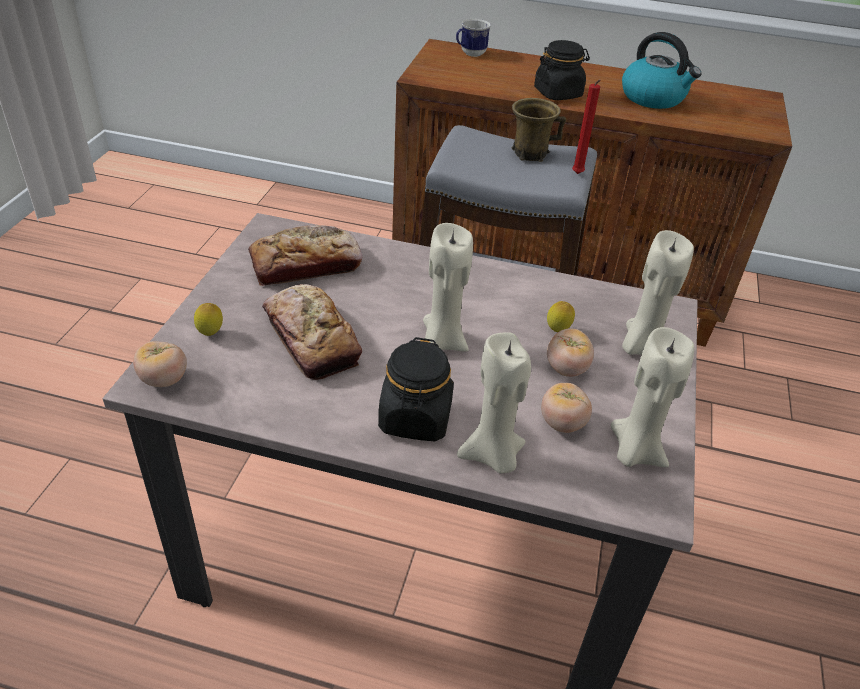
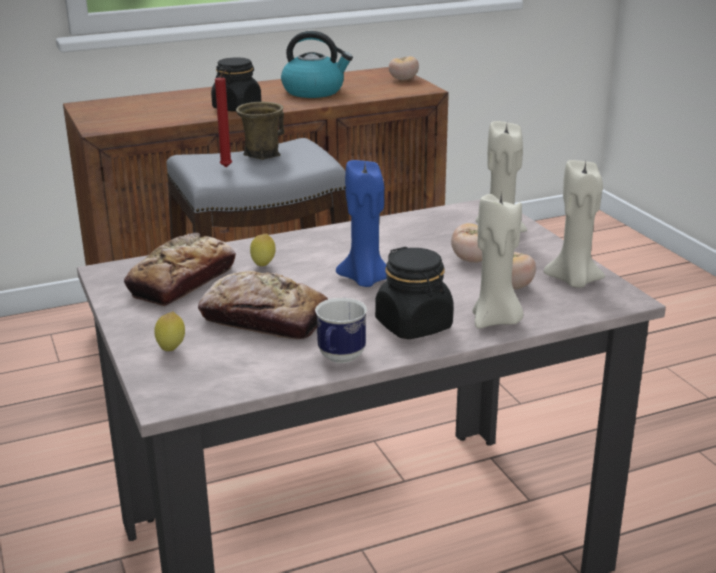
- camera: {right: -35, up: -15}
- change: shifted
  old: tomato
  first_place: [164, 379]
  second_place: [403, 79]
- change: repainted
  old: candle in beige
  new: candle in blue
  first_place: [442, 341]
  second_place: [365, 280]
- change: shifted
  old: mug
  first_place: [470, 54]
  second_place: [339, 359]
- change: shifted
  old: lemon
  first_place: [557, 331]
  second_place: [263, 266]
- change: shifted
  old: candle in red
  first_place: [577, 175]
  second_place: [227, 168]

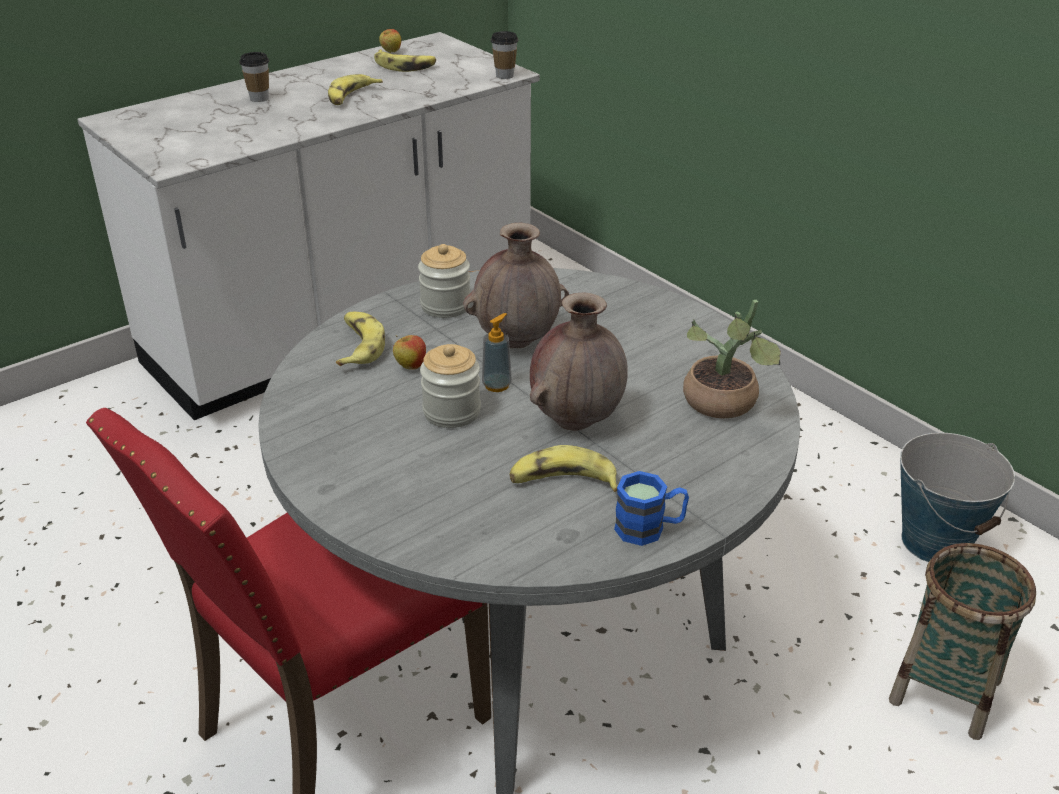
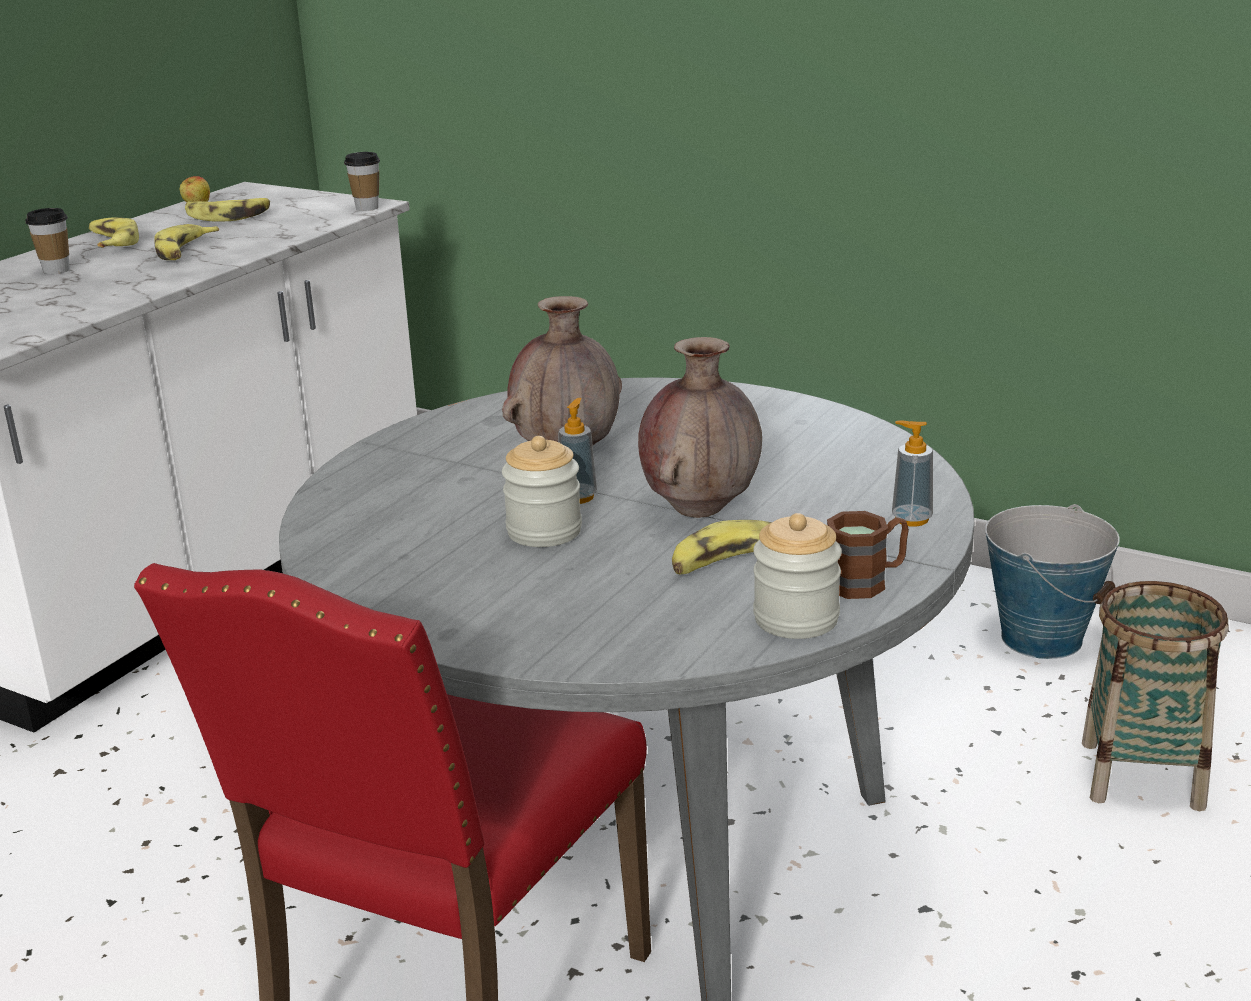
- camera: {right: -20, up: -10}
- change: shifted
  old: banana
  first_place: [358, 346]
  second_place: [111, 243]
- change: gone
  old: apple
  first_place: [410, 366]
- change: shifted
  old: jar
  first_place: [445, 306]
  second_place: [796, 619]
- change: repainted
  old: mug in blue
  new: mug in brown
  first_place: [649, 528]
  second_place: [867, 581]
- change: gone
  old: potted plant
  first_place: [724, 406]
- change: new
  new: soap dispenser
  second_place: [911, 519]

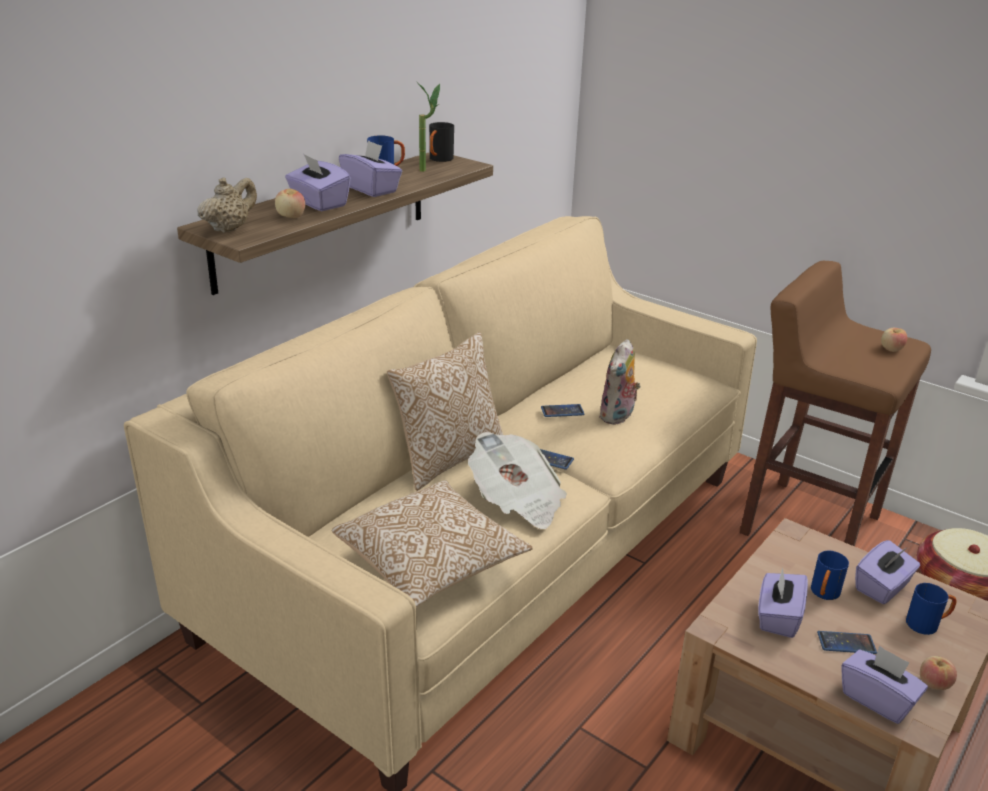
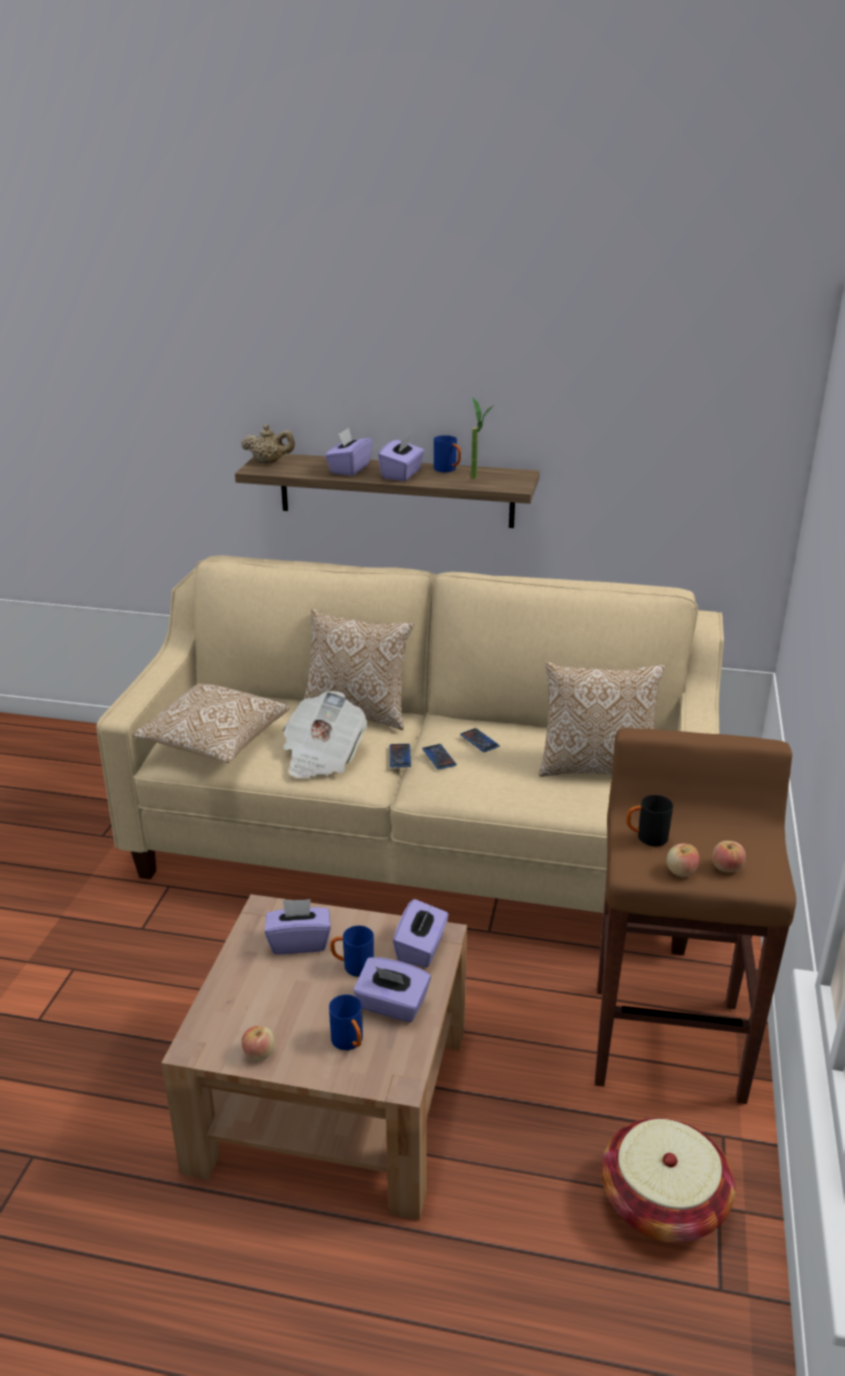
- camera: {right: 65, up: 0}
- change: shifted
  old: apple
  first_place: [291, 217]
  second_place: [681, 872]
- change: shifted
  old: mug in black
  first_place: [439, 160]
  second_place: [646, 838]
- change: gone
  old: plush toy
  first_place: [618, 417]
- change: shifted
  old: phone
  first_place: [846, 643]
  second_place: [439, 757]
- change: shifted
  old: tissue box in purple
  first_place: [877, 699]
  second_place: [421, 948]
- change: new
  new: pillow
  second_place: [597, 767]

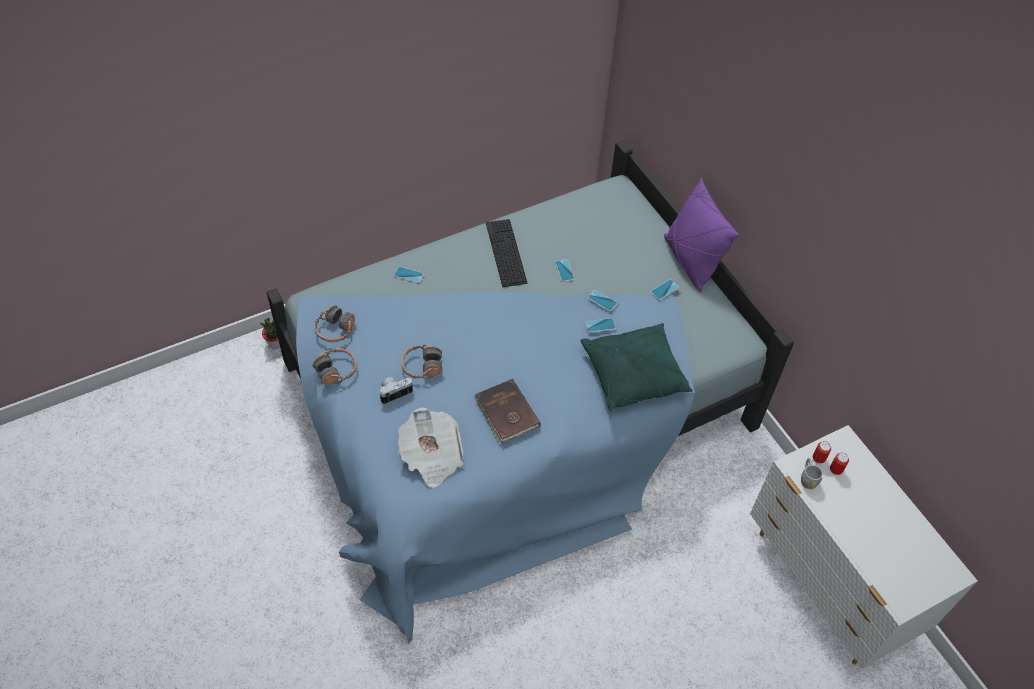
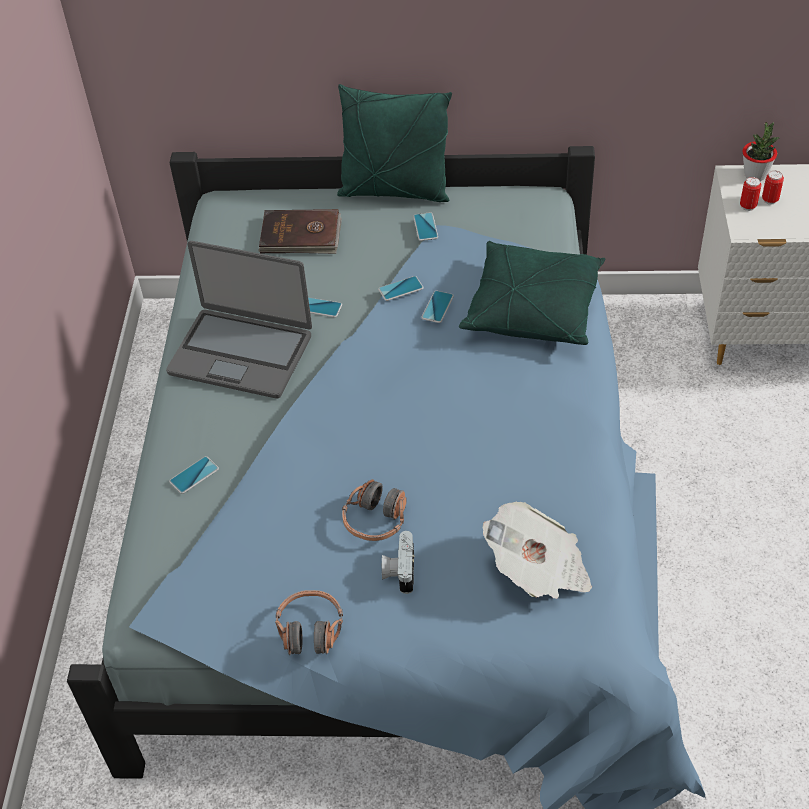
- camera: {right: -55, up: -5}
- change: shifted
  old: potted plant
  first_place: [275, 343]
  second_place: [755, 175]
- change: gone
  old: headphones
  first_place: [335, 330]
- change: shifted
  old: book in brown
  first_place: [506, 413]
  second_place: [301, 236]
- change: swapped
  old: keyboard
  new: laptop
  first_place: [506, 252]
  second_place: [241, 353]
- change: repainted
  old: pillow in purple
  new: pillow in green
  first_place: [690, 261]
  second_place: [395, 191]
- change: gone
  old: mug in grey
  first_place: [807, 478]

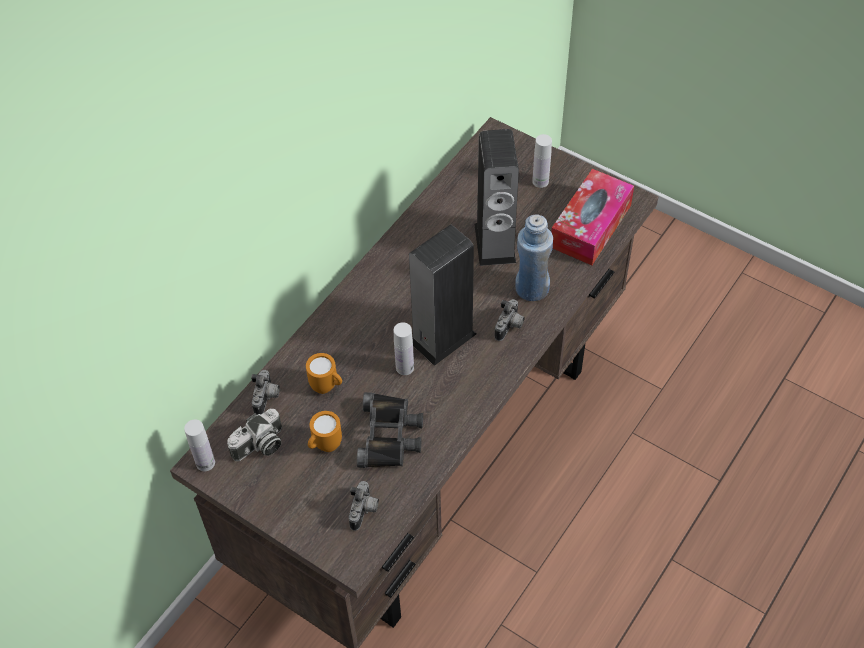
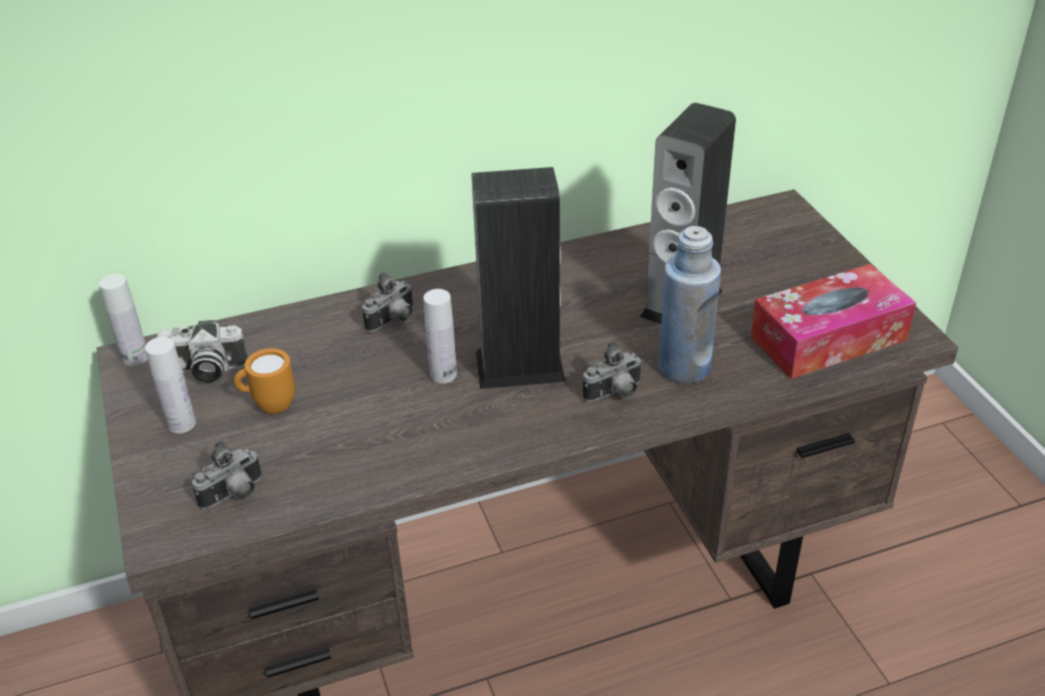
- camera: {right: 35, up: -15}
- change: shifted
  old: photo camera
  first_place: [267, 398]
  second_place: [393, 321]
- change: gone
  old: mug in orange
  first_place: [327, 387]
- change: gone
  old: binoculars in black
  first_place: [390, 435]
- change: shifted
  old: bottle in white
  first_place: [540, 181]
  second_place: [181, 423]

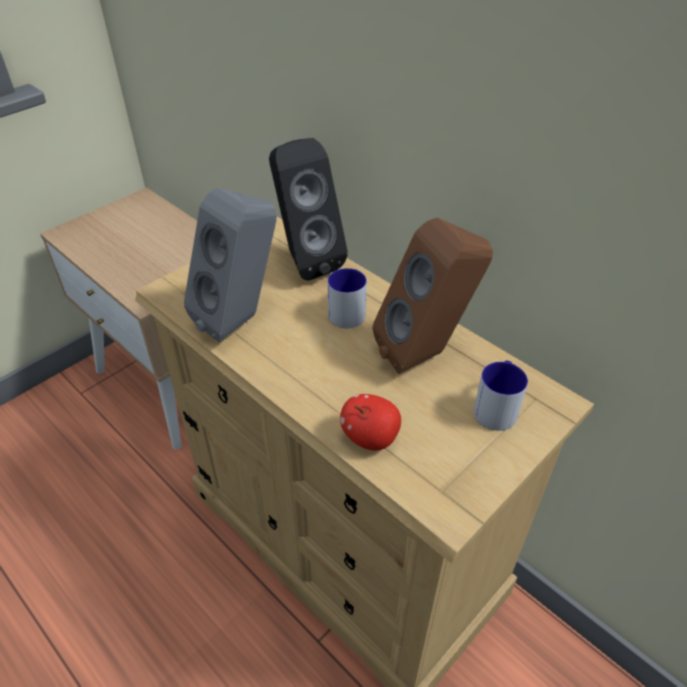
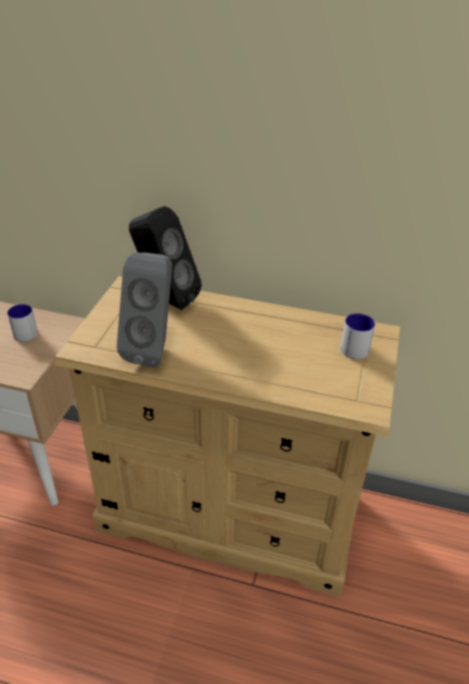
- camera: {right: -30, up: -5}
- change: shifted
  old: mug
  first_place: [349, 311]
  second_place: [25, 331]
- change: gone
  old: apple
  first_place: [370, 437]
- change: gone
  old: speaker in brown
  first_place: [426, 353]

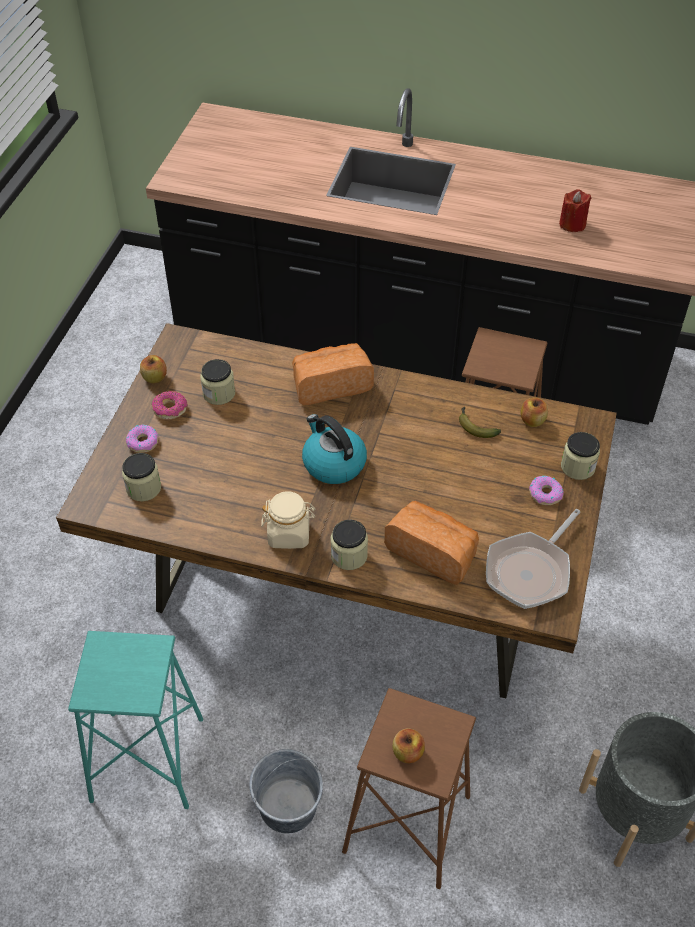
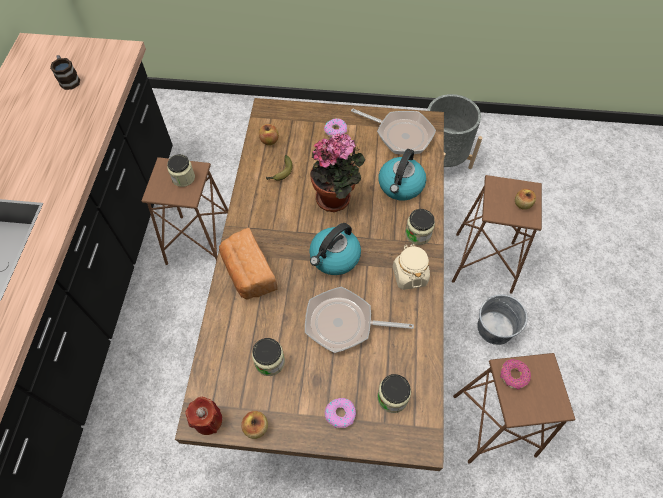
- camera: {right: -100, up: 10}
- change: repainted
  old: stool in turquoise
  new: stool in brown
  first_place: [148, 759]
  second_place: [494, 425]
- change: shifted
  old: donut
  first_place: [170, 409]
  second_place: [513, 376]
- change: swapped
  old: bread
  new: kettle
  first_place: [433, 552]
  second_place: [400, 186]
- change: shifted
  old: candle in red
  first_place: [572, 224]
  second_place: [208, 420]
- change: shifted
  old: jar
  first_place: [577, 467]
  second_place: [183, 178]
- change: new
  new: mug
  second_place: [69, 79]
- change: new
  new: frying pan
  second_place: [344, 323]
- change: new
  new: potted plant
  second_place: [336, 198]

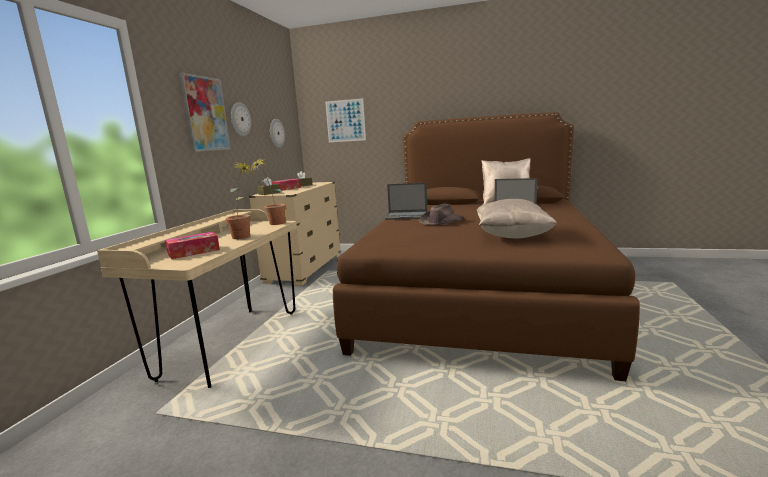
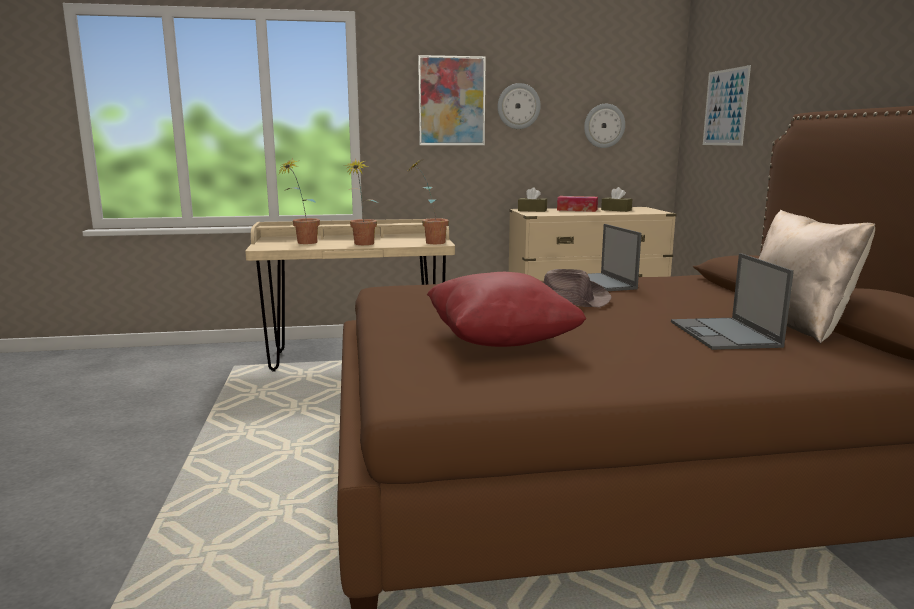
- camera: {right: 65, up: 0}
- change: swapped
  old: tissue box
  new: potted plant
  first_place: [194, 252]
  second_place: [302, 243]
- change: repainted
  old: pillow in beige
  new: pillow in red
  first_place: [512, 236]
  second_place: [501, 341]

